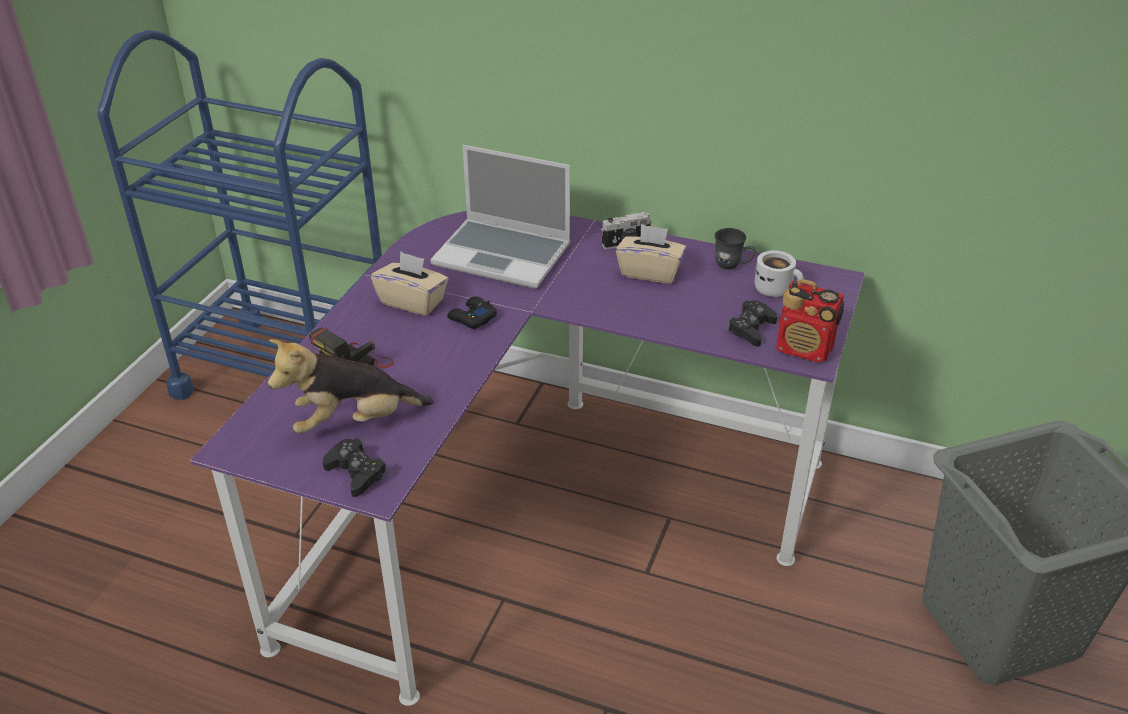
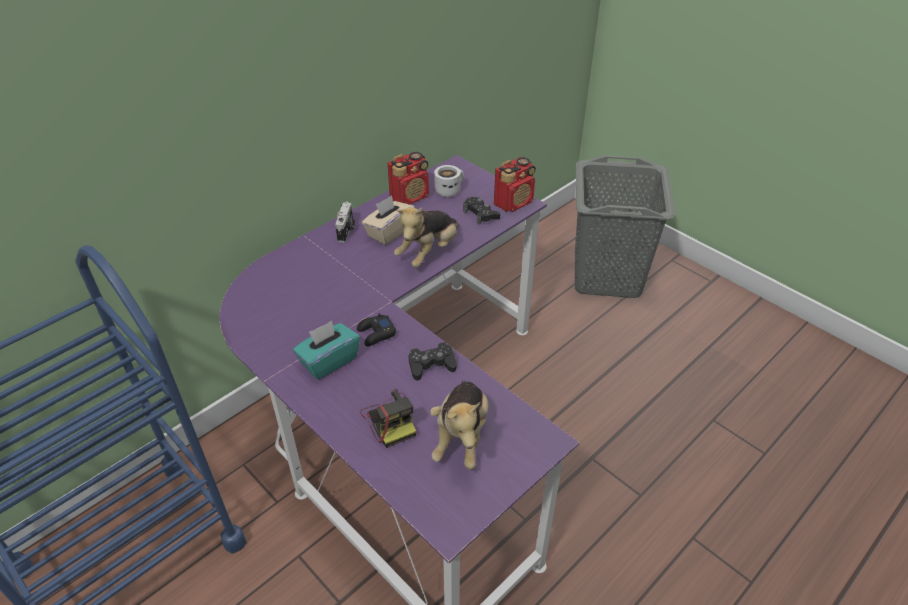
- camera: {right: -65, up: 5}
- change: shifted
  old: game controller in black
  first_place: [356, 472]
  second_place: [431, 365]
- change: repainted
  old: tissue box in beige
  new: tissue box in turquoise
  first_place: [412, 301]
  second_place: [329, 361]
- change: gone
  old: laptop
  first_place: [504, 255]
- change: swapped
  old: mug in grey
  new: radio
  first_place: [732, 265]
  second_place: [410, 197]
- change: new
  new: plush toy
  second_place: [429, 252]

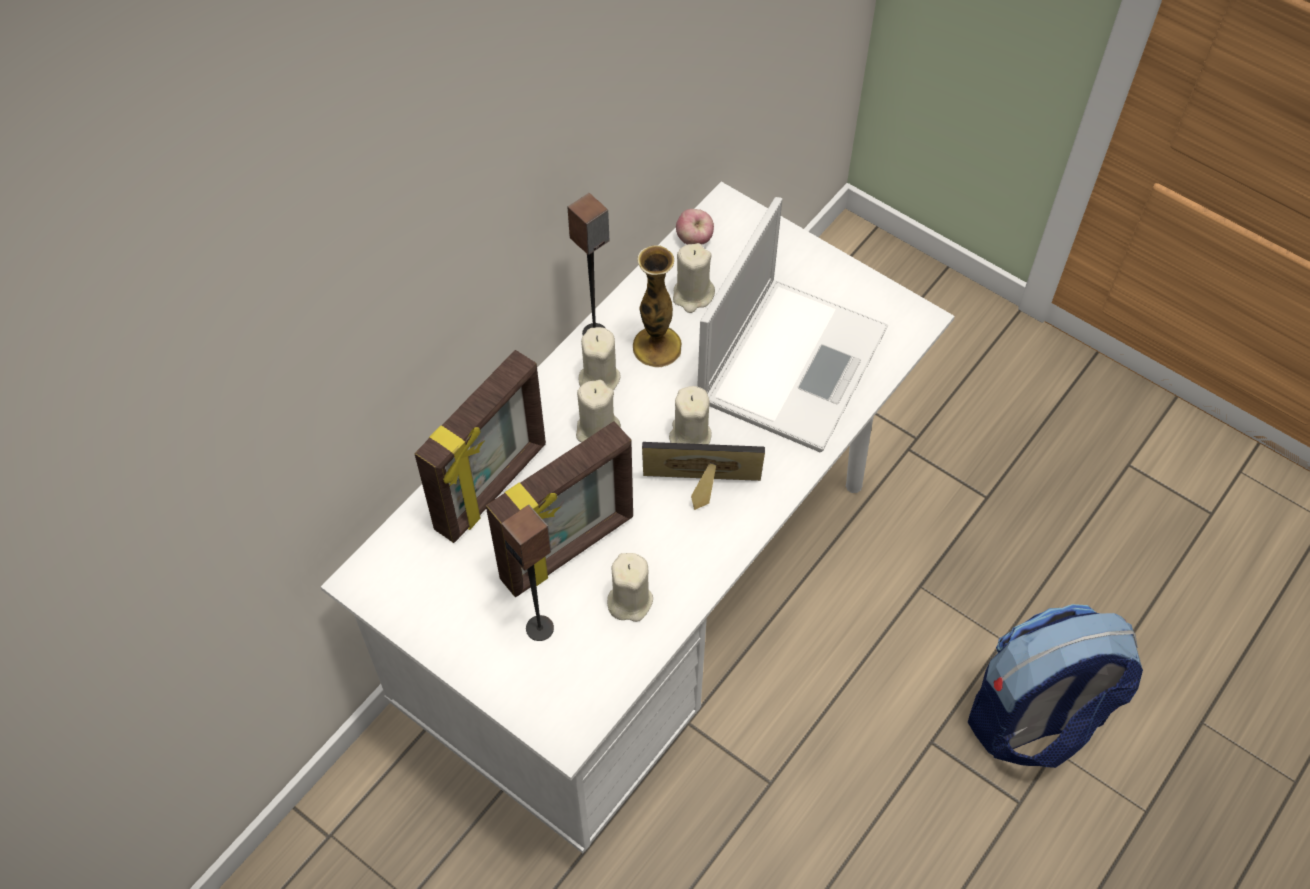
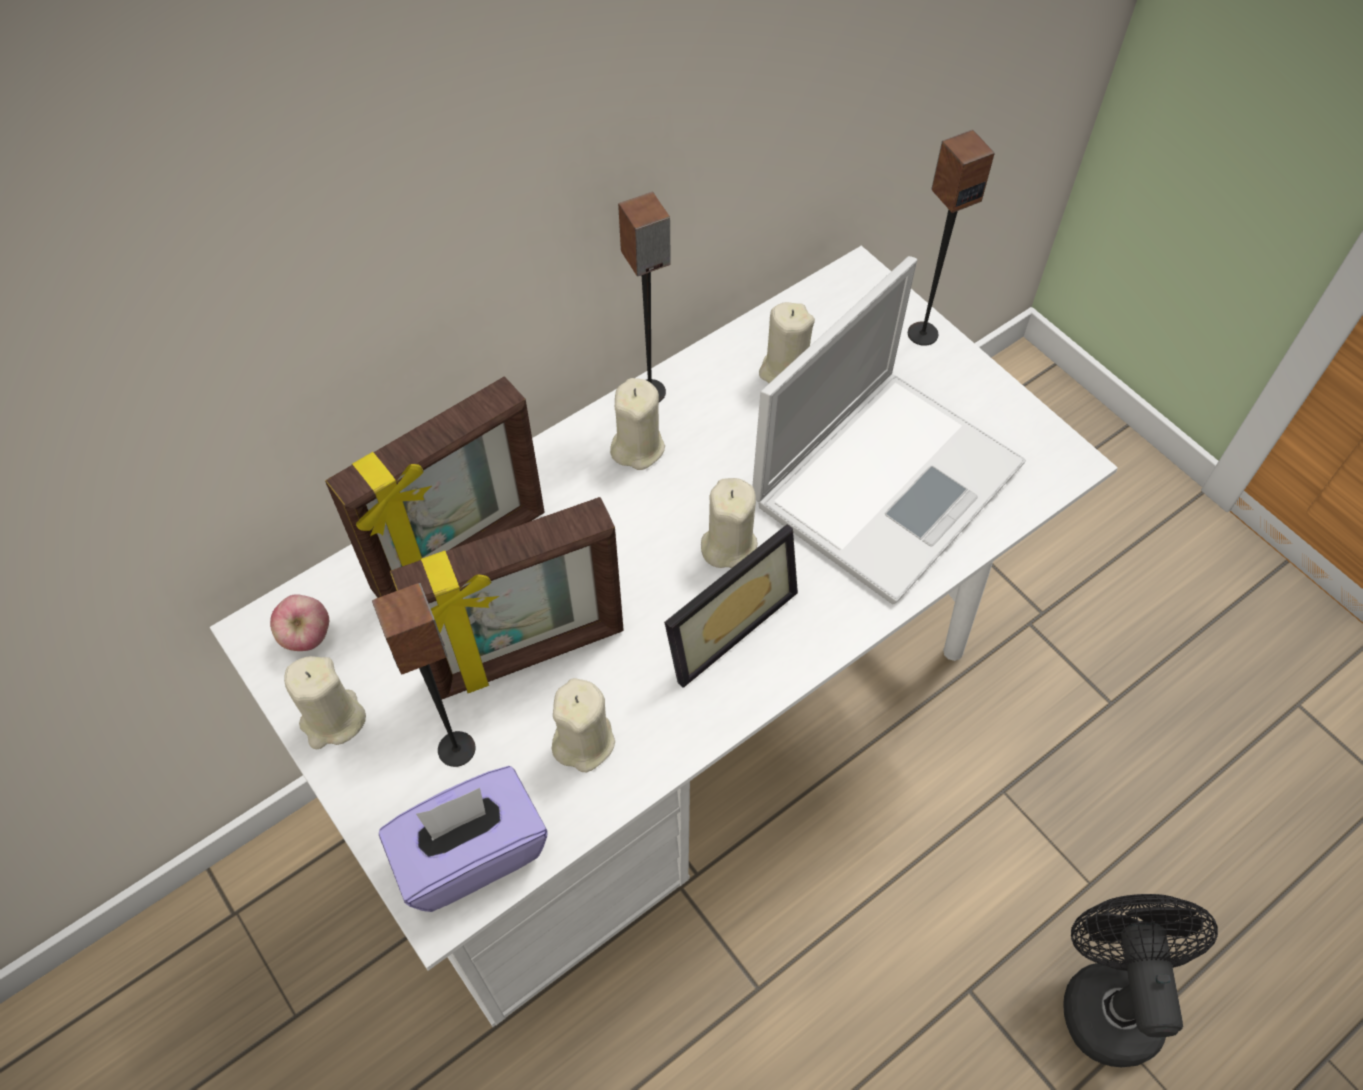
- camera: {right: 15, up: 0}
- change: shifted
  old: candle in beige
  first_place: [597, 431]
  second_place: [333, 720]
- change: gone
  old: vase
  first_place: [657, 346]
- change: rotated
  old: picture frame
  first_place: [701, 492]
  second_place: [721, 620]
  degrees: 120
- change: shifted
  old: apple
  first_place: [694, 240]
  second_place: [307, 637]
- change: swapped
  old: backpack
  new: fan in black
  first_place: [1035, 719]
  second_place: [1108, 996]
- change: new
  new: tissue box in purple
  second_place: [471, 853]
- change: new
  new: speaker
  second_place: [922, 333]

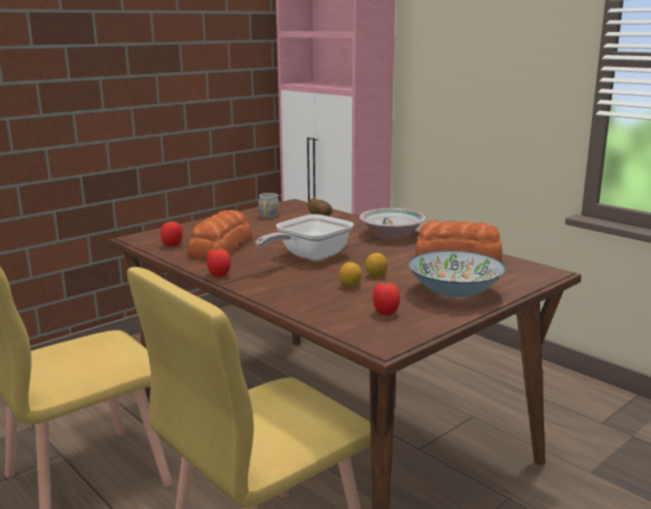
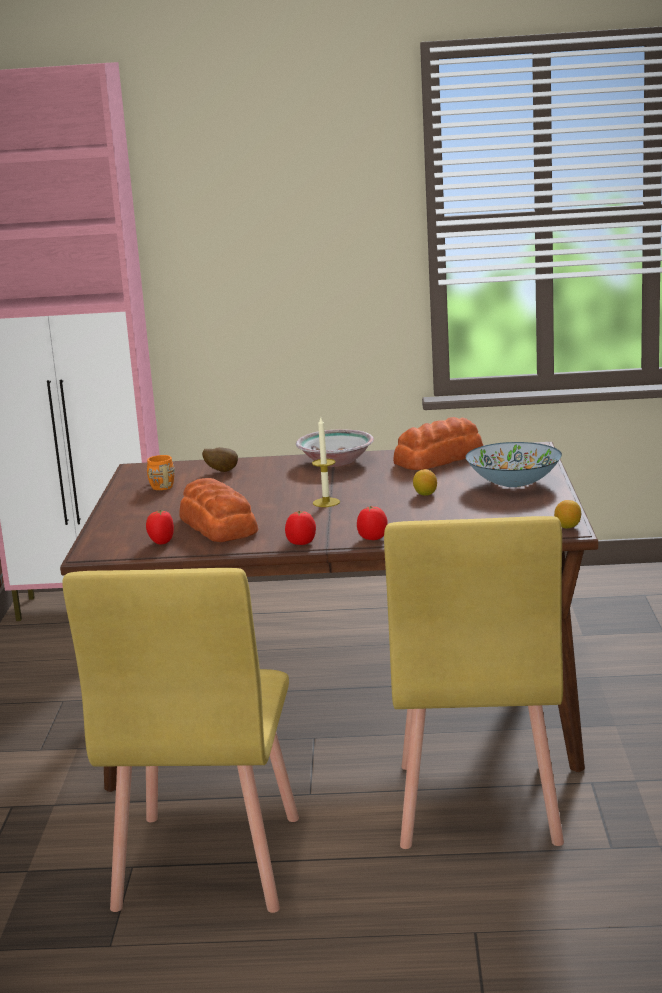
- camera: {right: -45, up: 0}
- change: swapped
  old: frying pan
  new: candle
  first_place: [308, 256]
  second_place: [326, 502]
- change: repainted
  old: mug in grey
  new: mug in orange
  first_place: [271, 215]
  second_place: [160, 485]
- change: shifted
  old: lemon
  first_place: [350, 285]
  second_place: [567, 527]
- change: shifted
  old: tomato
  first_place: [385, 313]
  second_place: [372, 538]

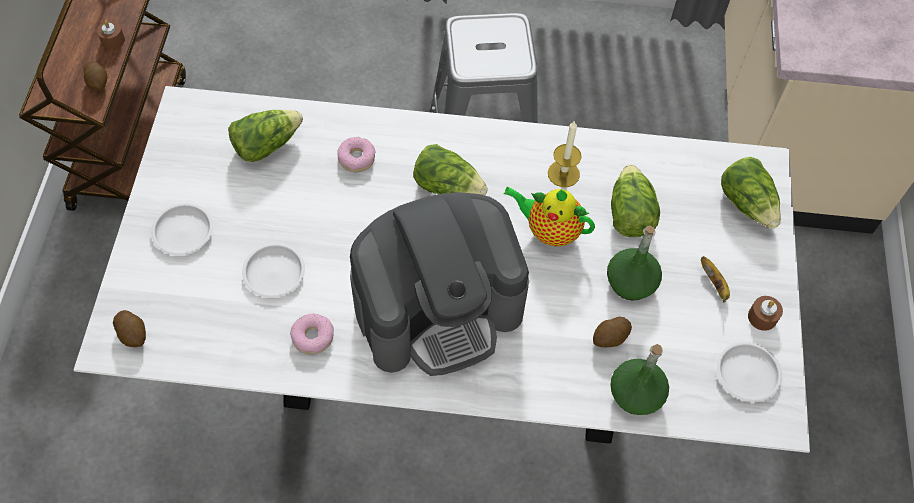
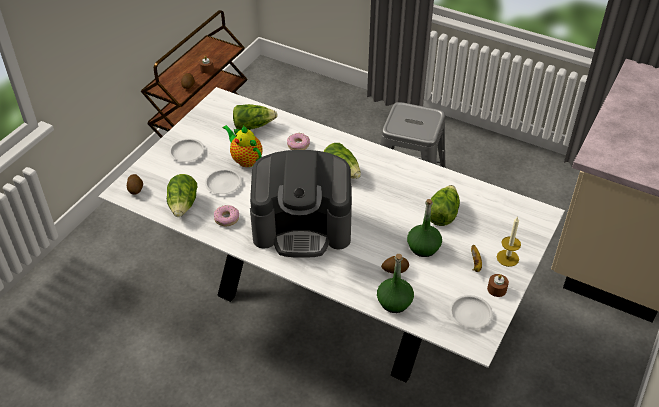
- camera: {right: 25, up: -15}
- change: shifted
  old: teapot
  first_place: [549, 231]
  second_place: [245, 159]
- change: shifted
  old: candle
  first_place: [563, 173]
  second_place: [507, 258]
- change: shifted
  old: lettuce
  first_place: [747, 203]
  second_place: [183, 205]

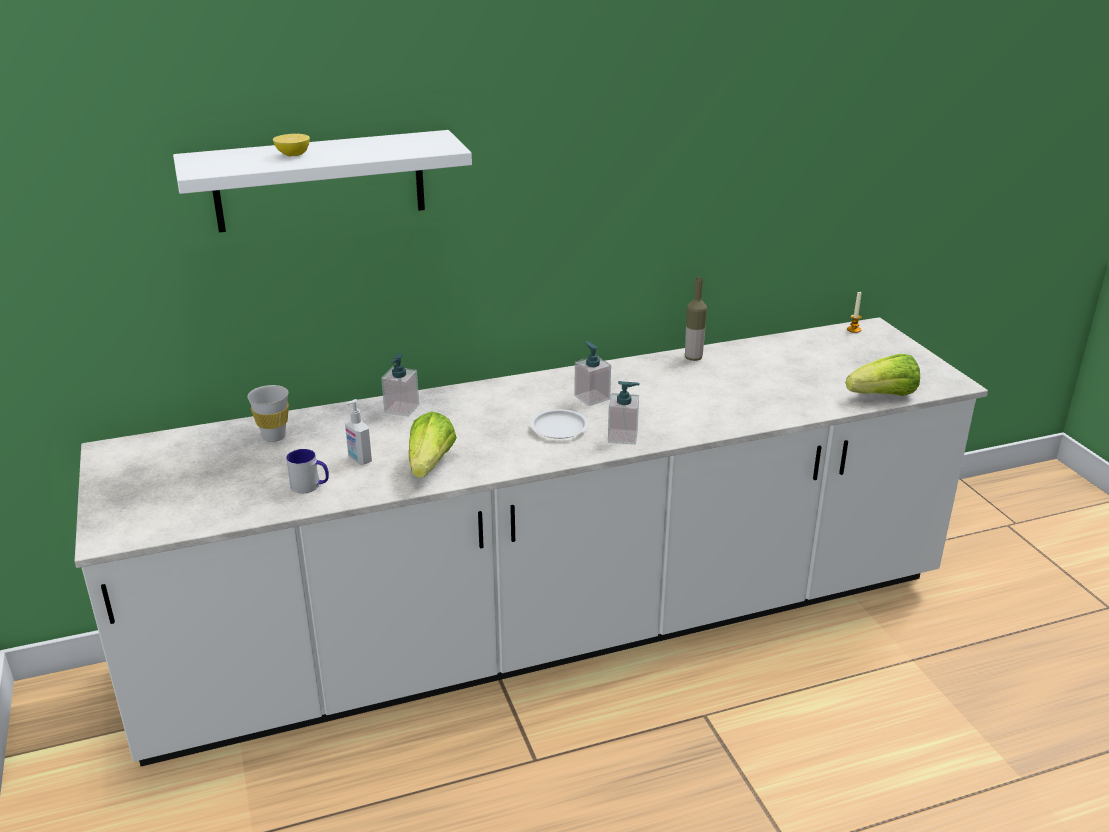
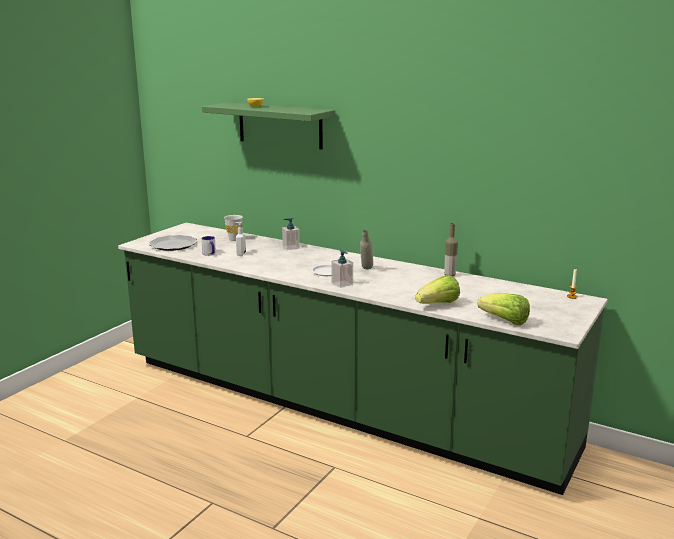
- camera: {right: 50, up: -10}
- change: repainted
  old: counter in white
  new: counter in green
  first_place: [554, 628]
  second_place: [337, 404]
- change: repainted
  old: shelf in white
  new: shelf in green
  first_place: [320, 181]
  second_place: [280, 125]
- change: shifted
  old: lettuce
  first_place: [430, 465]
  second_place: [438, 304]
- change: swapped
  old: soap dispenser
  new: bottle in grey
  first_place: [592, 397]
  second_place: [366, 270]
- change: new
  new: plate
  second_place: [173, 245]

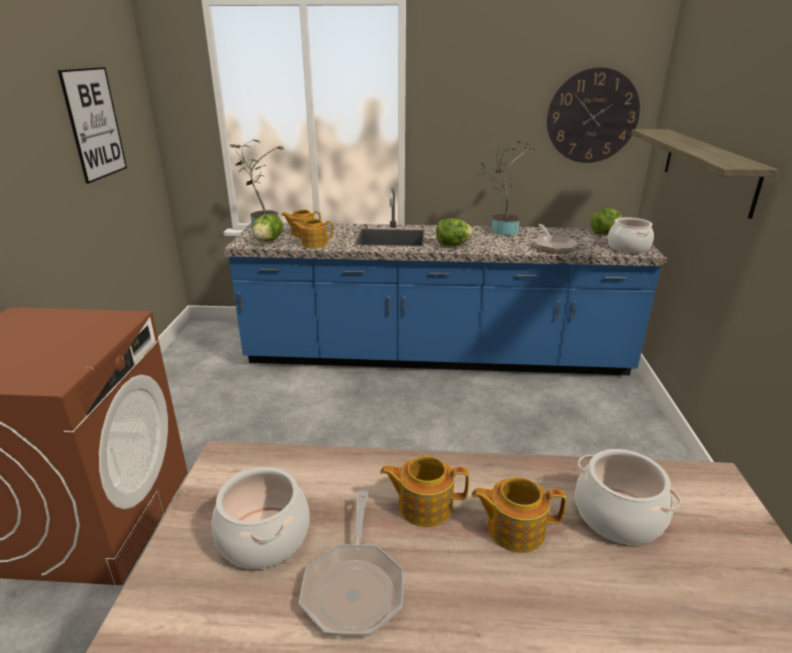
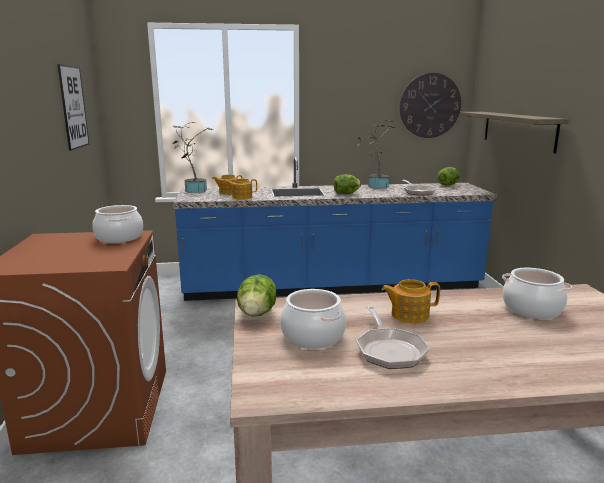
- camera: {right: -10, up: -10}
- change: shifted
  old: lettuce
  first_place: [268, 241]
  second_place: [257, 314]
- change: gone
  old: teapot
  first_place: [514, 529]
- change: shifted
  old: cooking pot
  first_place: [628, 247]
  second_place: [119, 237]

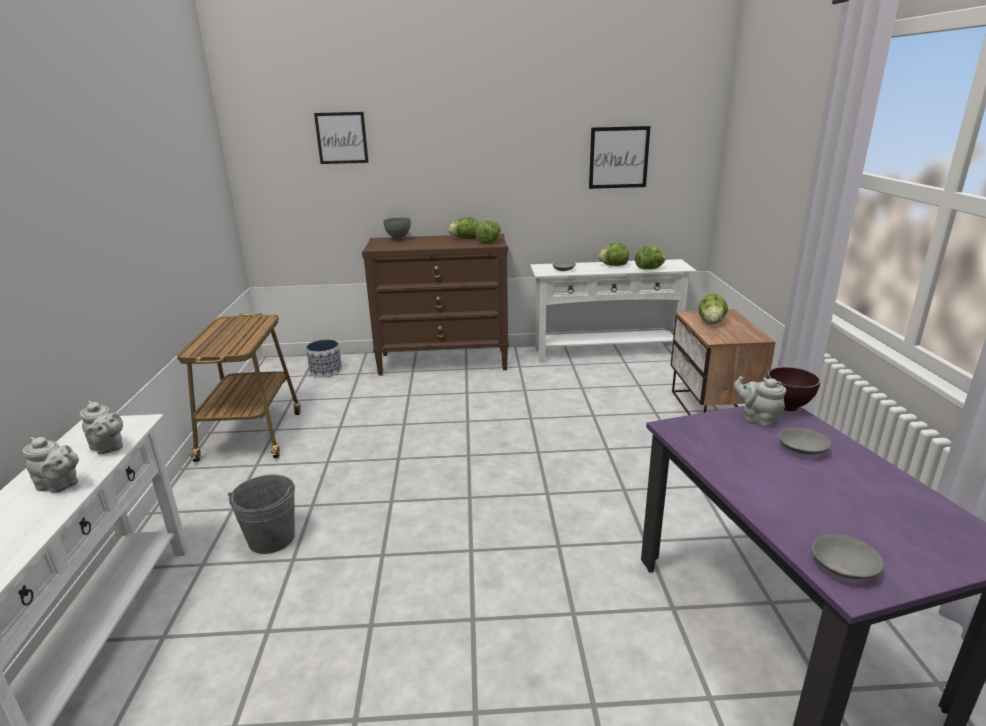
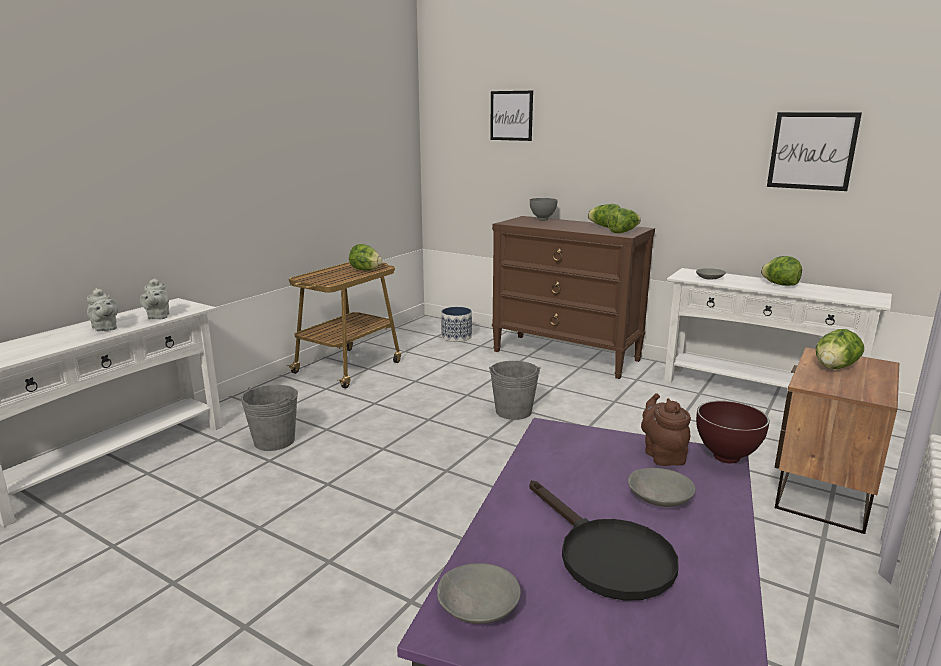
- camera: {right: 35, up: -5}
- change: shifted
  old: lettuce
  first_place: [649, 269]
  second_place: [365, 270]
- change: repainted
  old: teapot in grey
  new: teapot in brown
  first_place: [757, 419]
  second_place: [662, 455]
- change: new
  new: bucket in grey
  second_place: [513, 411]
- change: new
  new: frying pan in black
  second_place: [605, 555]

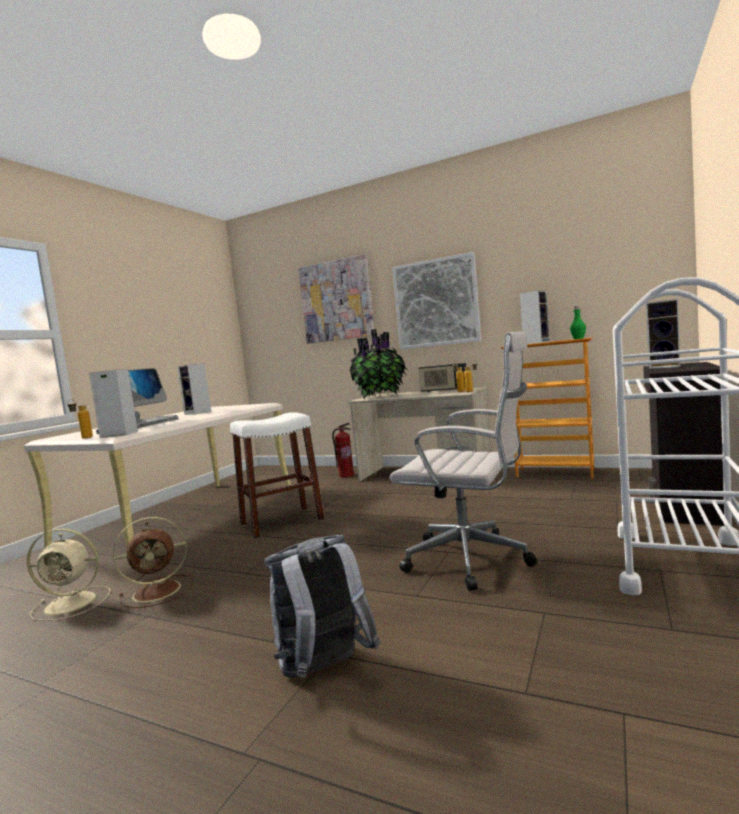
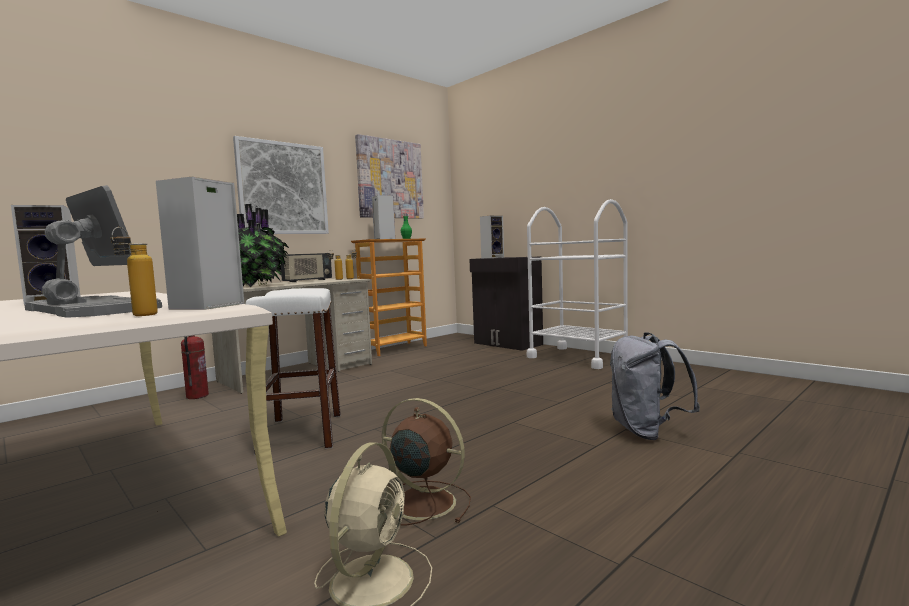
- camera: {right: -70, up: 0}
- change: rotated
  old: fan in brown
  first_place: [159, 591]
  second_place: [421, 502]
  degrees: -60
- change: shifted
  old: picture
  first_place: [337, 301]
  second_place: [390, 179]
- change: gone
  old: office chair in white
  first_place: [473, 560]

